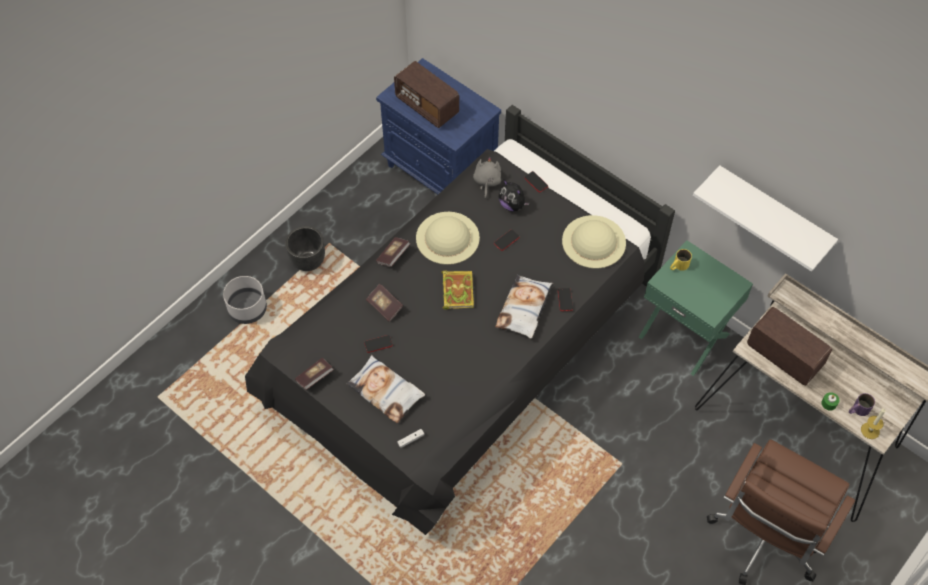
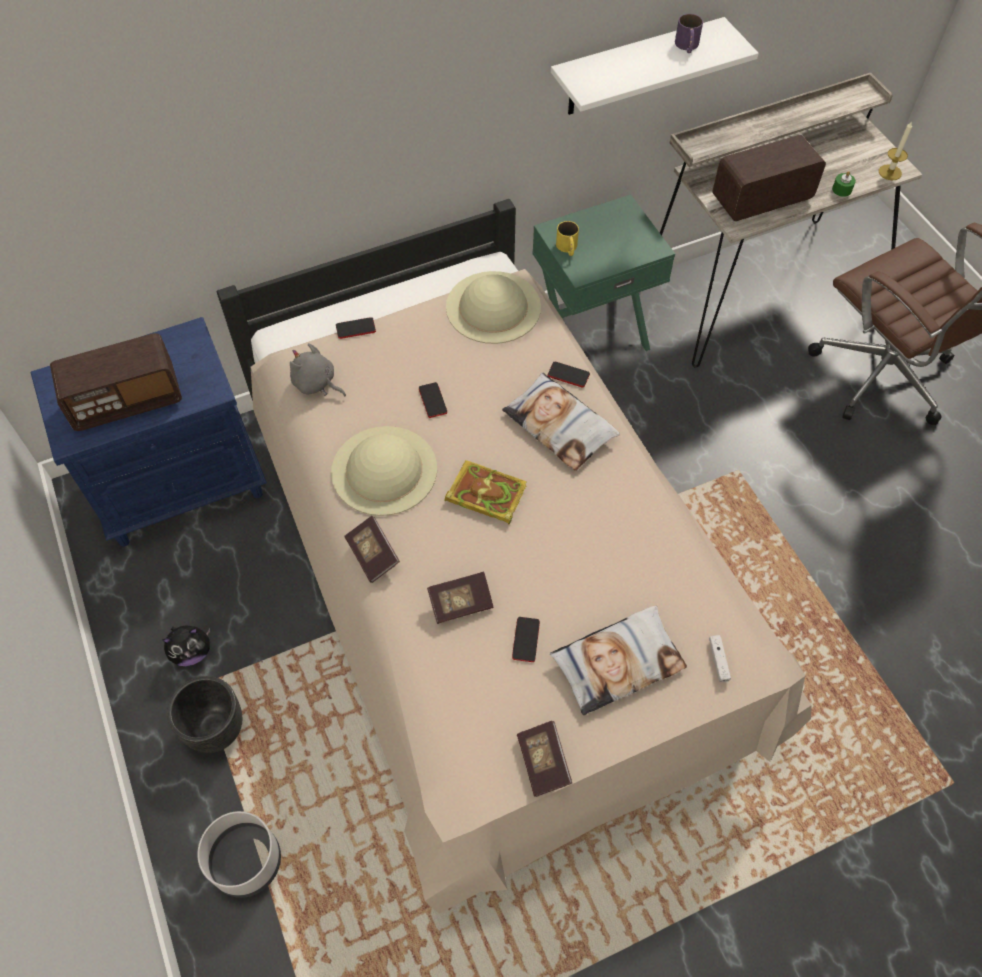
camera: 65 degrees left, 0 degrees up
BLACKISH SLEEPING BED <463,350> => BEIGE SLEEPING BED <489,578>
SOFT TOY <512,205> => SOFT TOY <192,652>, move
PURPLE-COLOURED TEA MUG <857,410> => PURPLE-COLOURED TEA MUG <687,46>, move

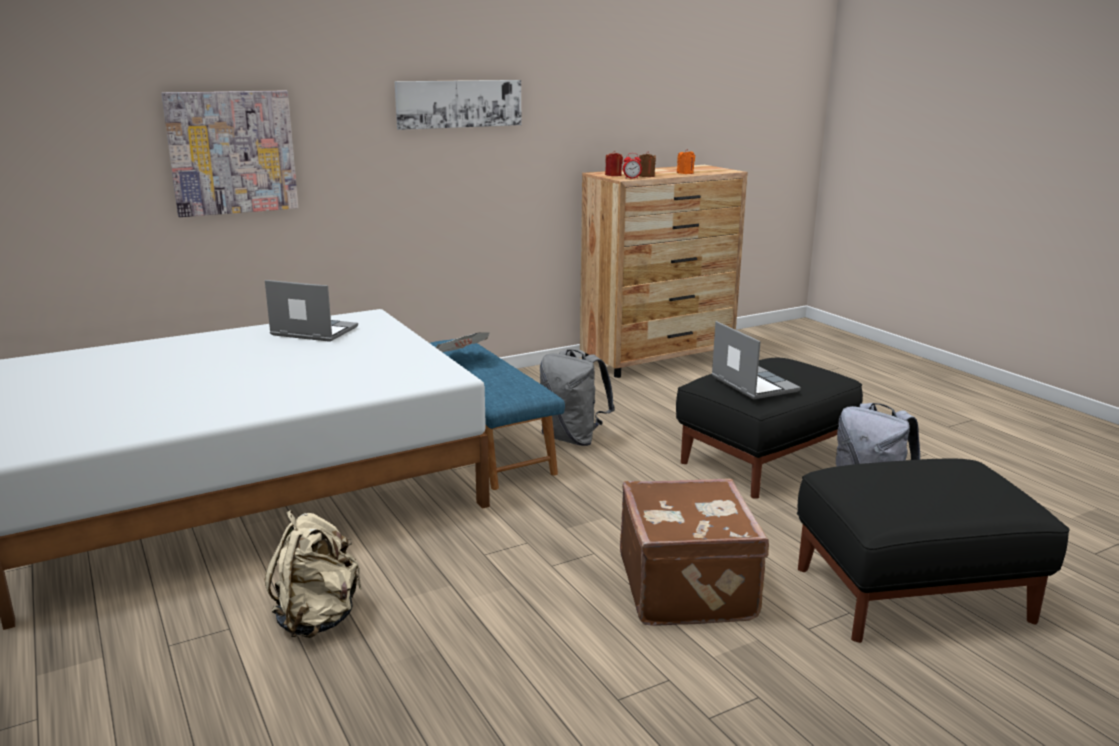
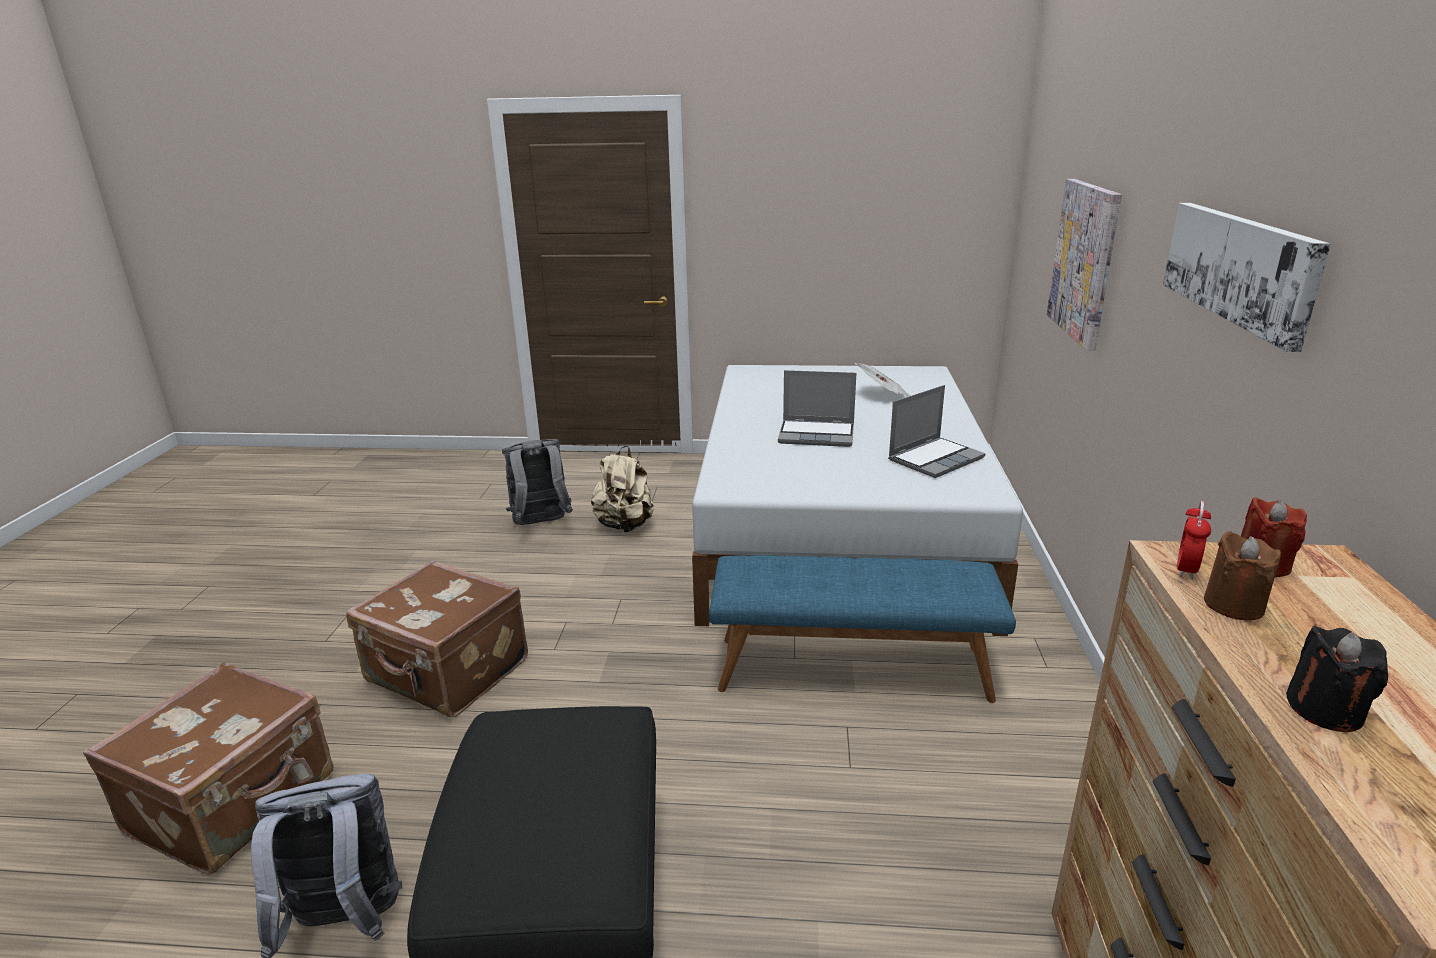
camera: 125 degrees right, 5 degrees up
DAILY PAPER <461,358> => DAILY PAPER <883,395>, move
GRAY BACKPACK <573,438> => GRAY BACKPACK <541,524>, move
ORANGE CANDLE <685,173> => BLACKISH CANDLE <1325,710>
PORTABLE COMPUTER <752,384> => PORTABLE COMPUTER <817,435>, move
BLACKISH OTTOMAN <911,593> => BROWNISH TRAVEL CASE <235,803>

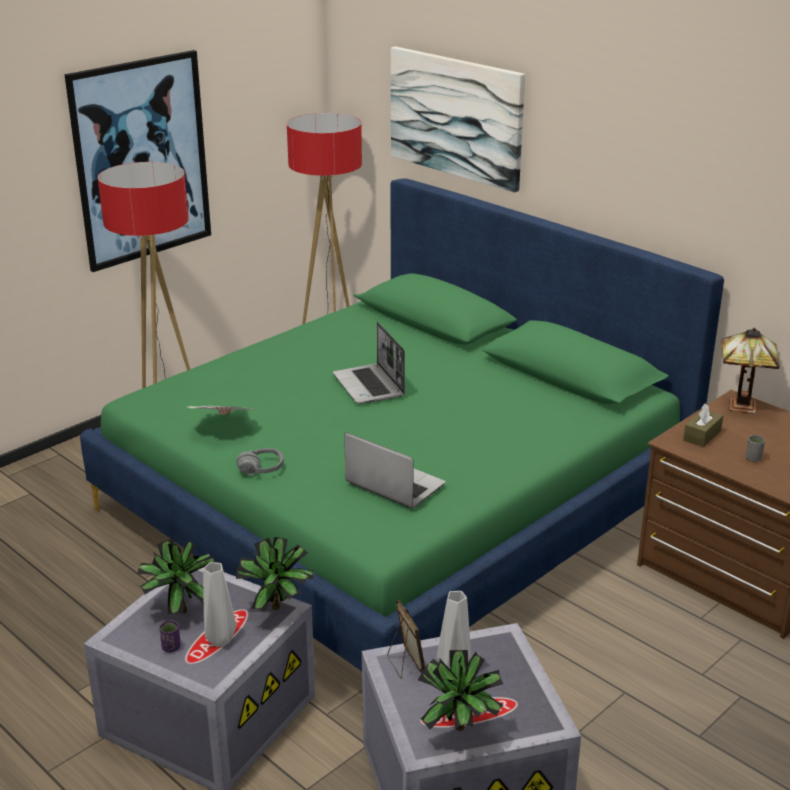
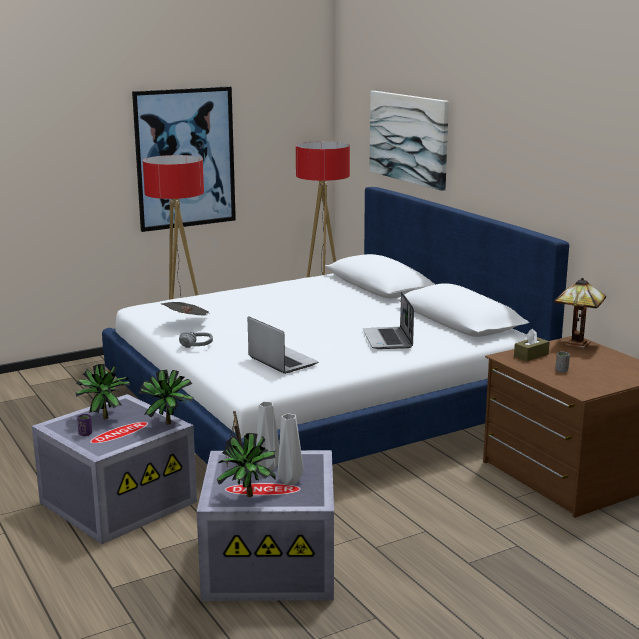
camera: 15 degrees right, 10 degrees down
GREEN-COLOURED SLEEPING BED <395,503> => WHITISH SLEEPING BED <320,408>
GRAY FLOWER VASE <218,641> => GRAY FLOWER VASE <288,482>, move
PORTABLE COMPUTER <369,386> => PORTABLE COMPUTER <388,340>, move

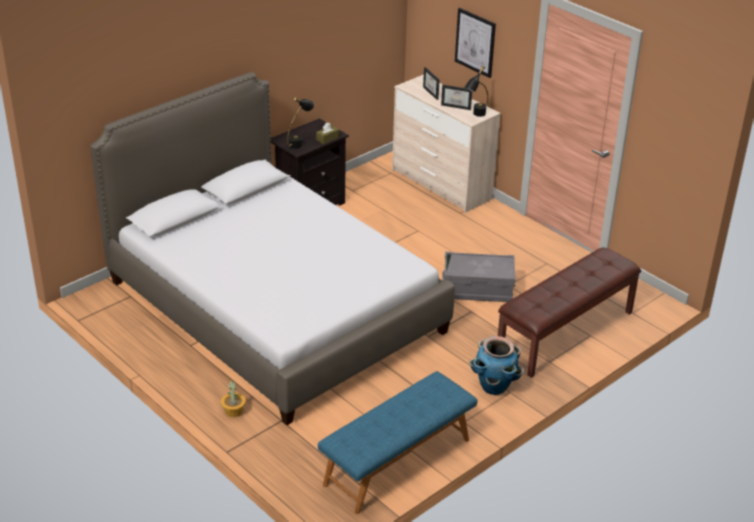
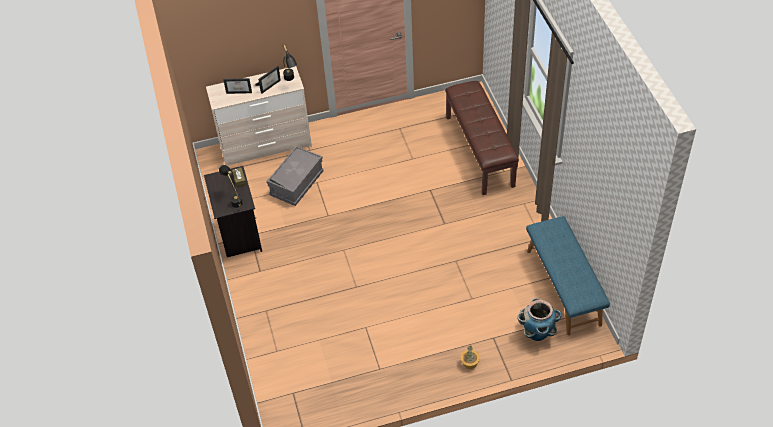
camera: 60 degrees left, 15 degrees up
SLEEPING BED <274,306> => nothing
GRAY STORAGE CONTAINER <477,289> => GRAY STORAGE CONTAINER <297,184>, move
PICTURE <475,42> => nothing
FLOWER POT <494,387> => FLOWER POT <537,333>, move

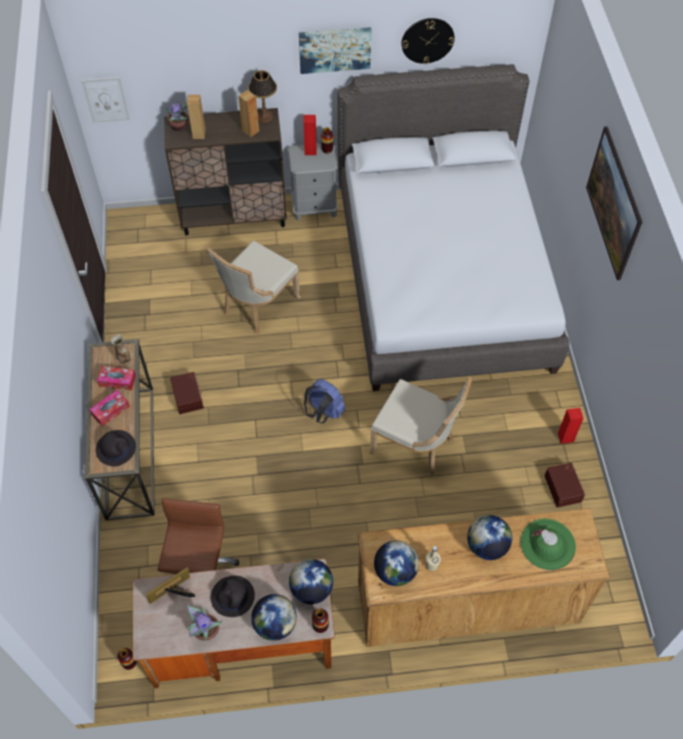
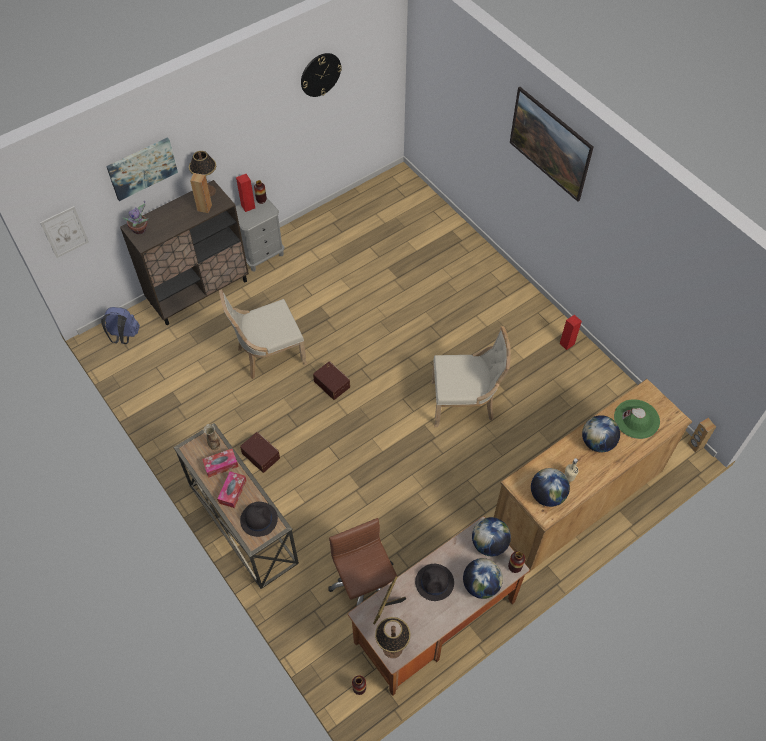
camera: 30 degrees left, 0 degrees up
POTTED PLANT <205,631> => nothing
BROWNISH SPEAKER <199,134> => BROWNISH SPEAKER <695,445>, move
BEIGE UPRIGHT CHAIR <257,306> => BEIGE UPRIGHT CHAIR <268,355>, 60 degrees clockwise
PICTURE <335,49> => PICTURE <142,168>, move
BLUE BACKPACK <323,413> => BLUE BACKPACK <124,336>, move
GRAY SLEEPING BED <441,277> => nothing
BROWNISH STORAGE CONTAINER <563,488> => BROWNISH STORAGE CONTAINER <332,383>, move
nothing => TABLETOP LAMP <392,648>

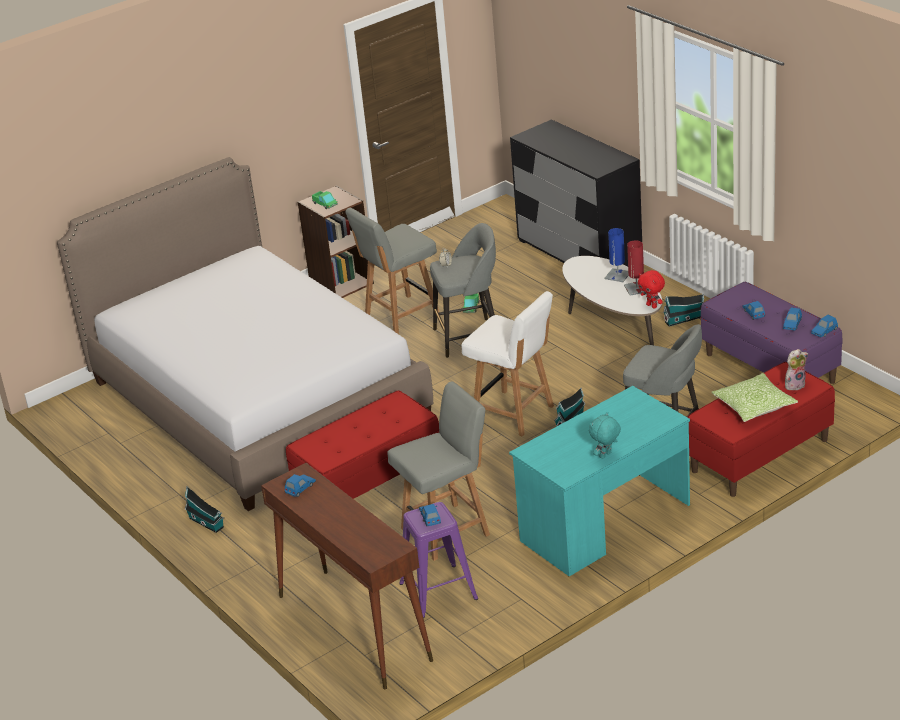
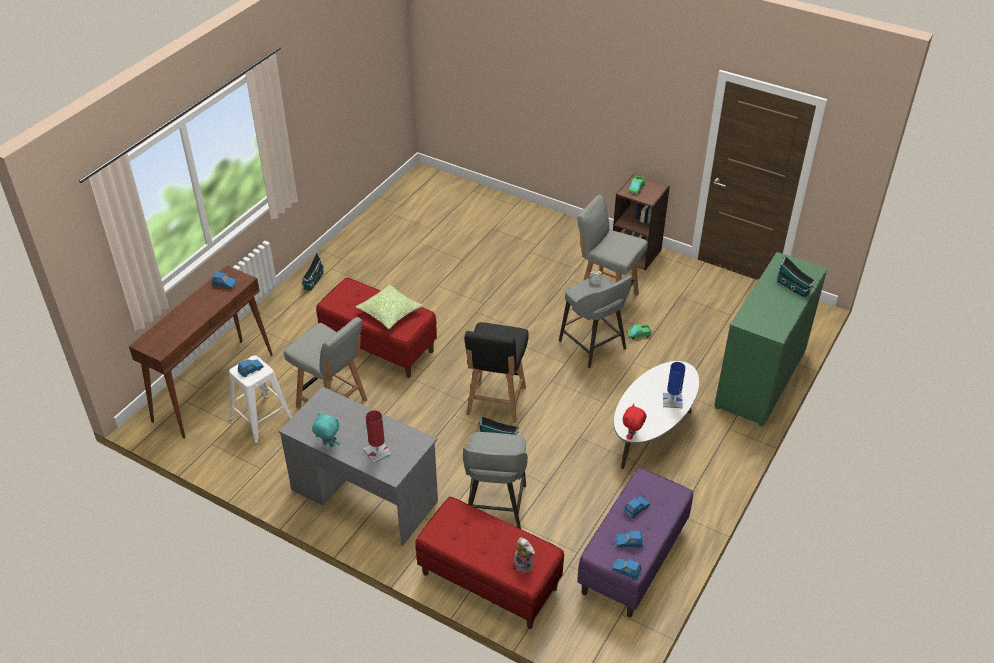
camera: 65 degrees right, 10 degrees up
SLEEPING BED <257,399> => nothing
PURPLE-COLOURED SITTING STOOL <438,591> => WHITISH SITTING STOOL <260,419>
WHITISH UPRIGHT CHAIR <514,414> => BLACKISH UPRIGHT CHAIR <495,402>
BLUE-GREEN DESK <605,523> => GRAY DESK <364,495>
BLACKISH DRAWER CHEST <579,253> => GREEN-COLOURED DRAWER CHEST <760,379>
REDDISH TABLETOP LAMP <636,288> => REDDISH TABLETOP LAMP <377,452>, move
MINIATURE HOUSE <684,319> => MINIATURE HOUSE <794,288>, move
CUSHION <754,406> => CUSHION <389,312>, move

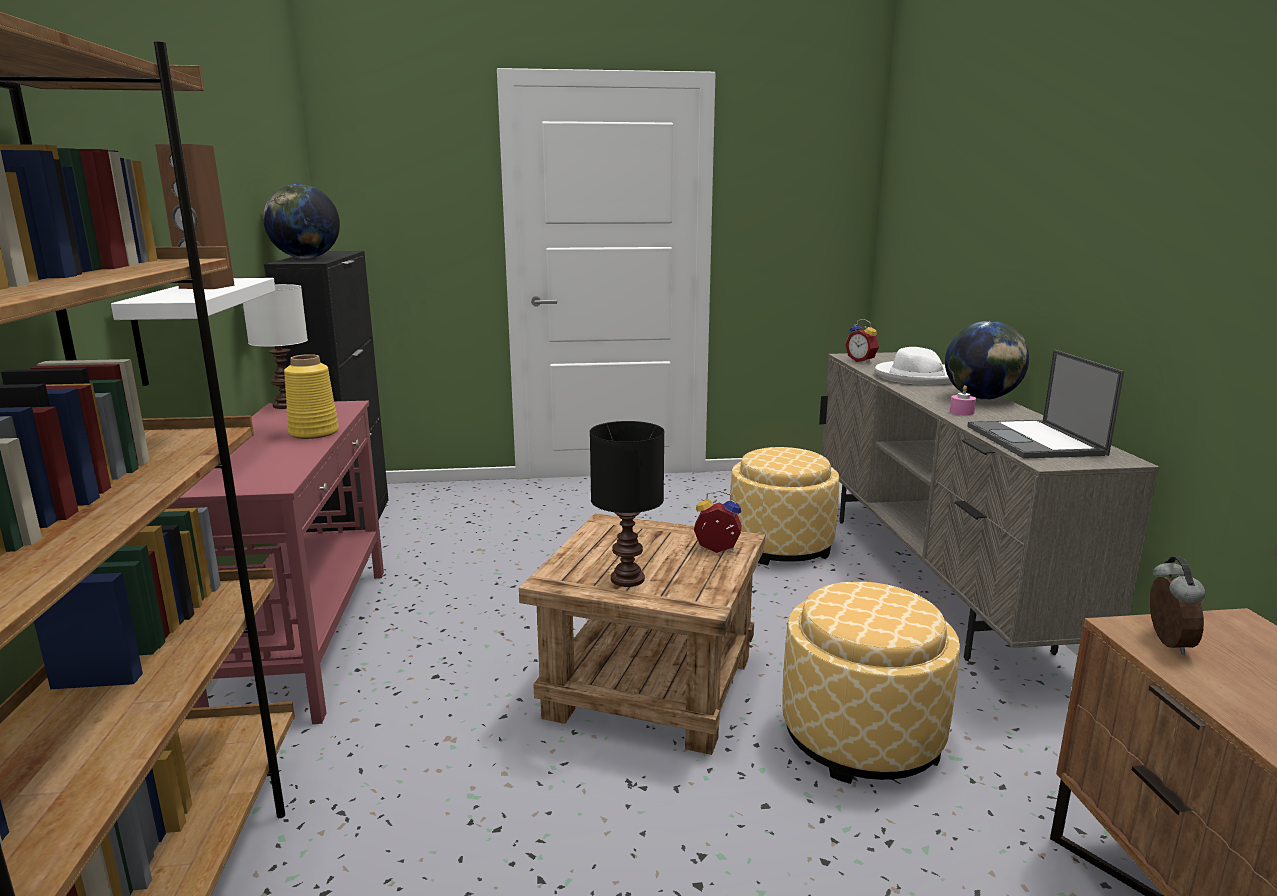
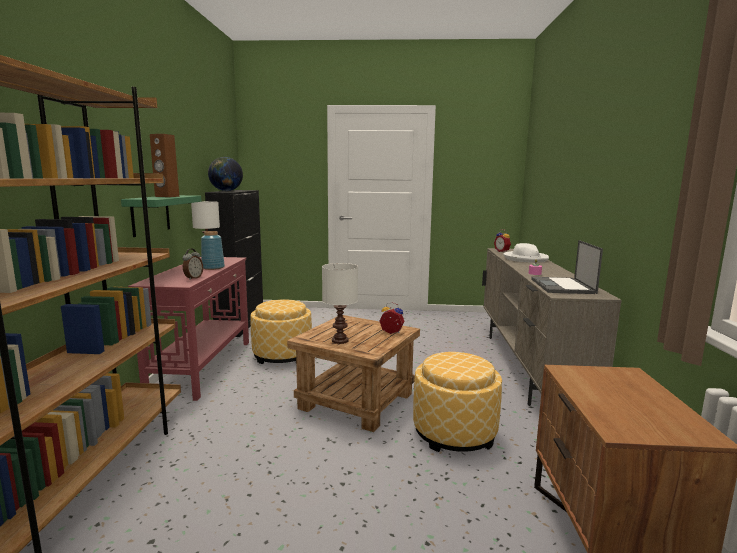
camera: 10 degrees right, 5 degrees down
WHITISH WALL SHELF <170,329> => GREEN-COLOURED WALL SHELF <150,215>
YELLOW-COLOURED FLOWER VASE <313,433> => BLUE FLOWER VASE <213,267>
BLACKISH TABLETOP LAMP <627,580> => WHITISH TABLETOP LAMP <340,341>
OTTOMAN <780,546> => OTTOMAN <282,355>, move
GLOBE <981,398> => nothing
BEDSIDE CLOCK <1165,643> => BEDSIDE CLOCK <193,278>, move

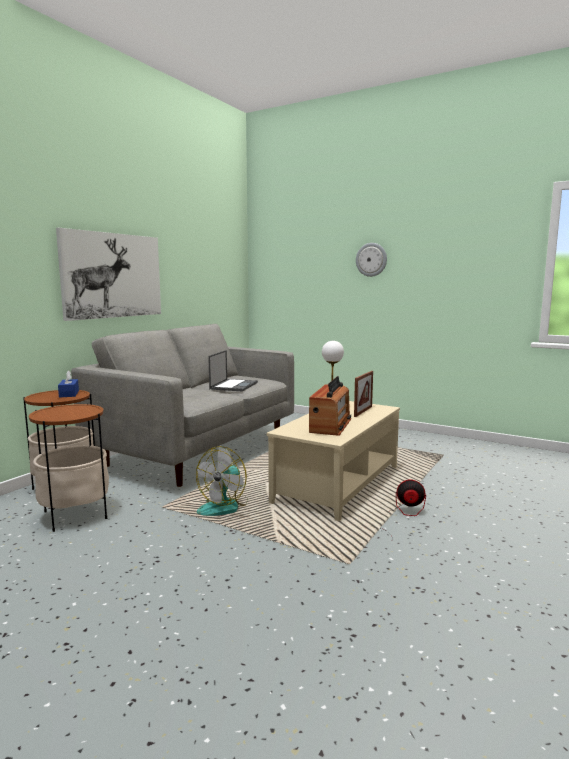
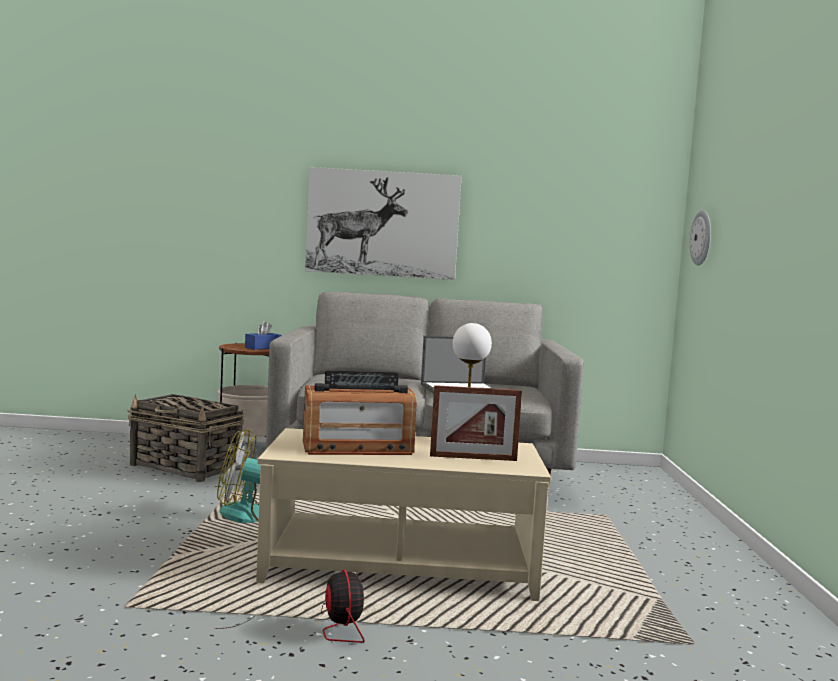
camera: 60 degrees right, 5 degrees down
END TABLE <75,515> => HOUSEHOLD BASKET <186,467>
HANGING CLOCK <371,259> => HANGING CLOCK <702,238>, move

